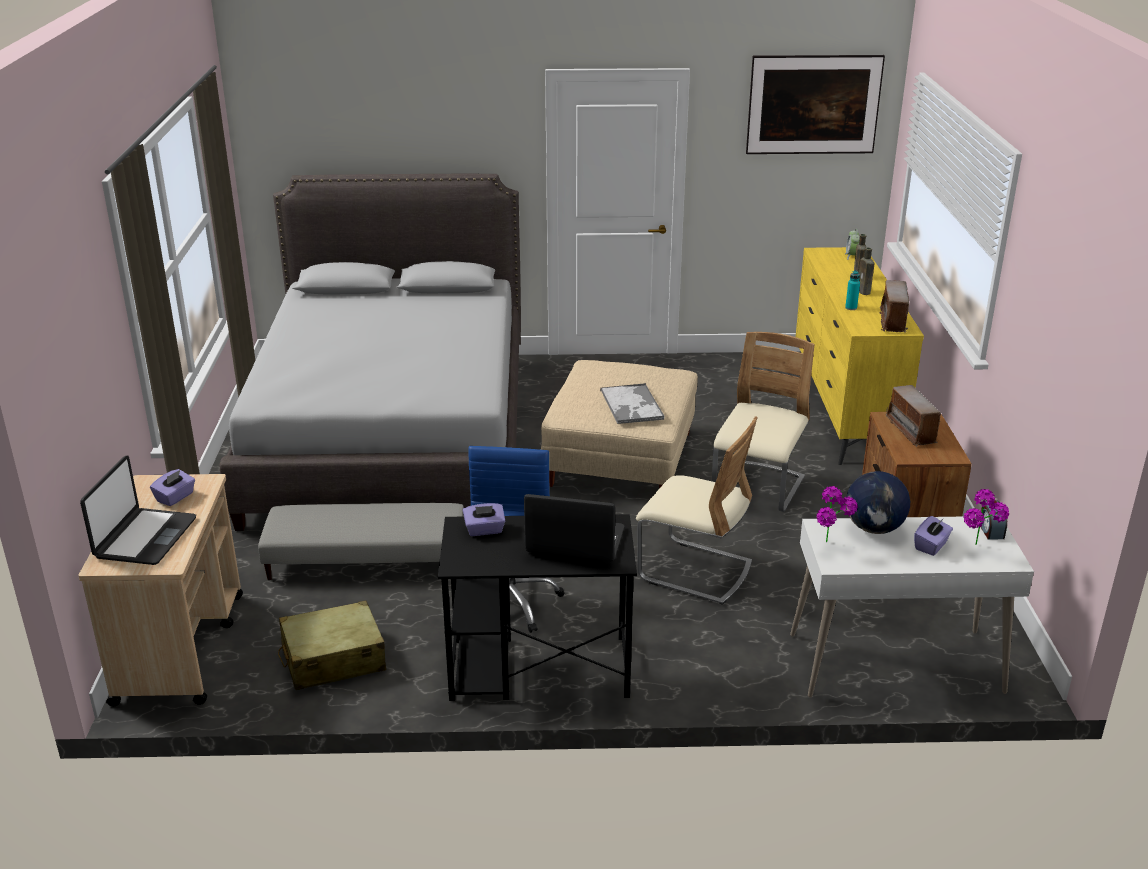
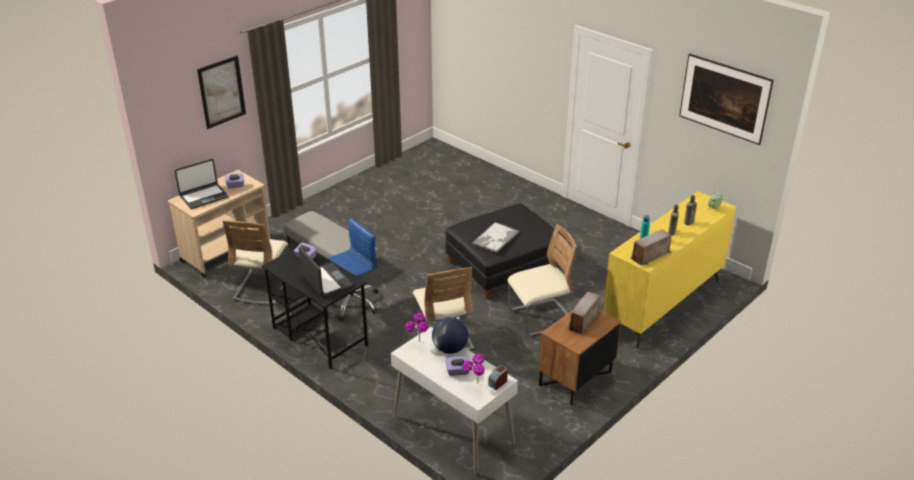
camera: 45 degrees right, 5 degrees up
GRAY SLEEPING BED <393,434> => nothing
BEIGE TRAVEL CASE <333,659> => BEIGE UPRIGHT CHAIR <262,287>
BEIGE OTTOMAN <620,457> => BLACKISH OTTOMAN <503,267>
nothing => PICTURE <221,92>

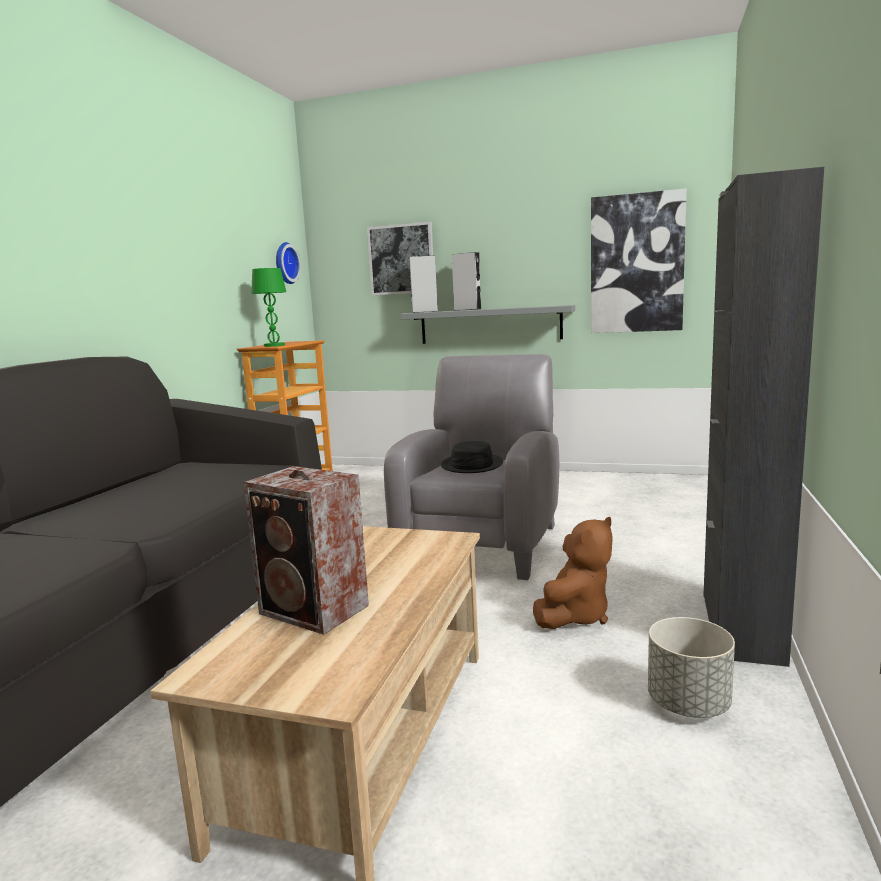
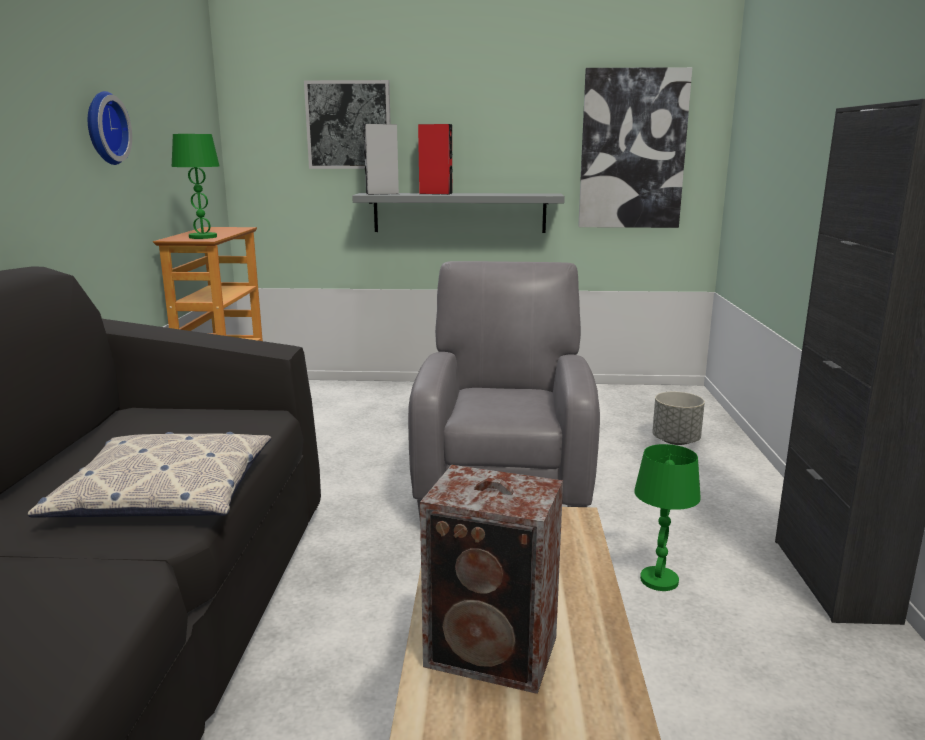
camera: 15 degrees left, 5 degrees up
HANGING CLOCK <284,263> => HANGING CLOCK <103,128>, move
BLACKISH WEARABLE HAT <471,465> => nothing
GRAY SPEAKER <467,309> => REDDISH SPEAKER <435,194>
BROWNISH SOFT TOY <575,616> => GREEN-COLOURED TABLETOP LAMP <659,580>
GRAY FLOWER POT <688,704> => GRAY FLOWER POT <676,441>, move
nothing => CUSHION <166,493>

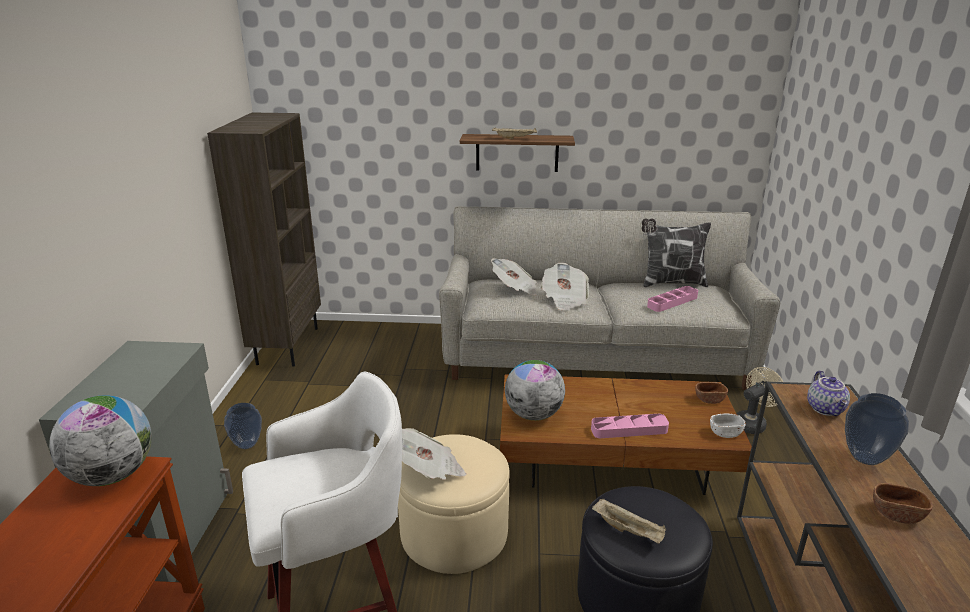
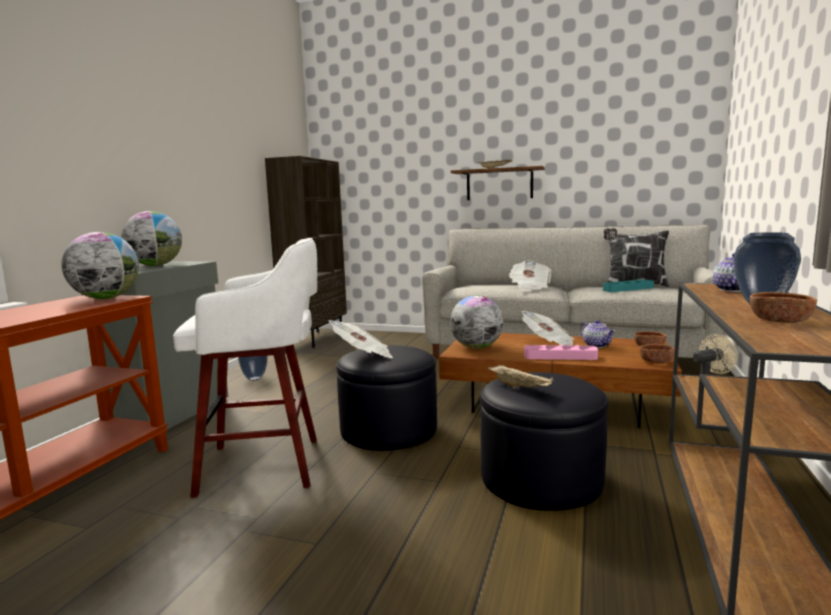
camera: 15 degrees right, 15 degrees down
BEIGE OTTOMAN <454,533> => BLACKISH OTTOMAN <388,430>
DAILY PAPER <515,288> => DAILY PAPER <548,344>, move
PINK TRAY <672,302> => BLUE-GREEN TRAY <628,289>
WHITISH SERVING BOWL <725,433> => BROWNISH SERVING BOWL <656,362>
nothing => GLOBE <155,265>
nothing => POT FOR TEA <597,345>

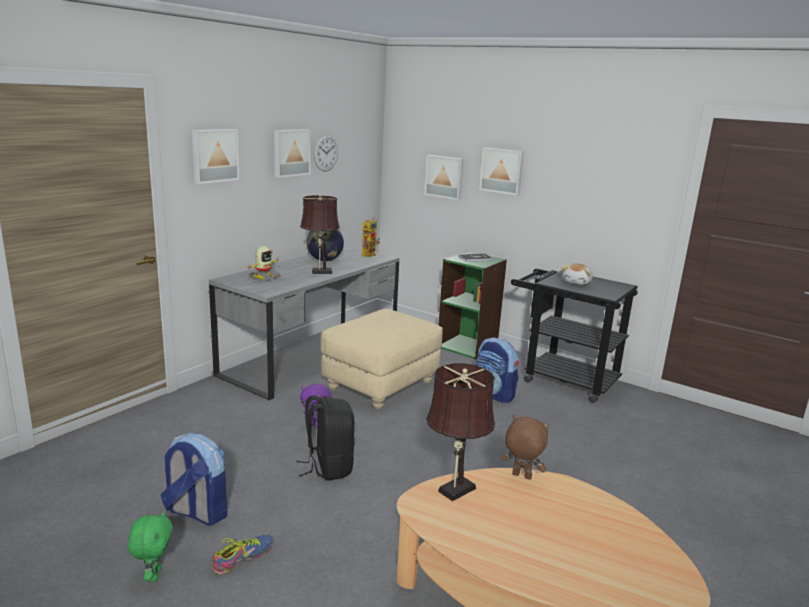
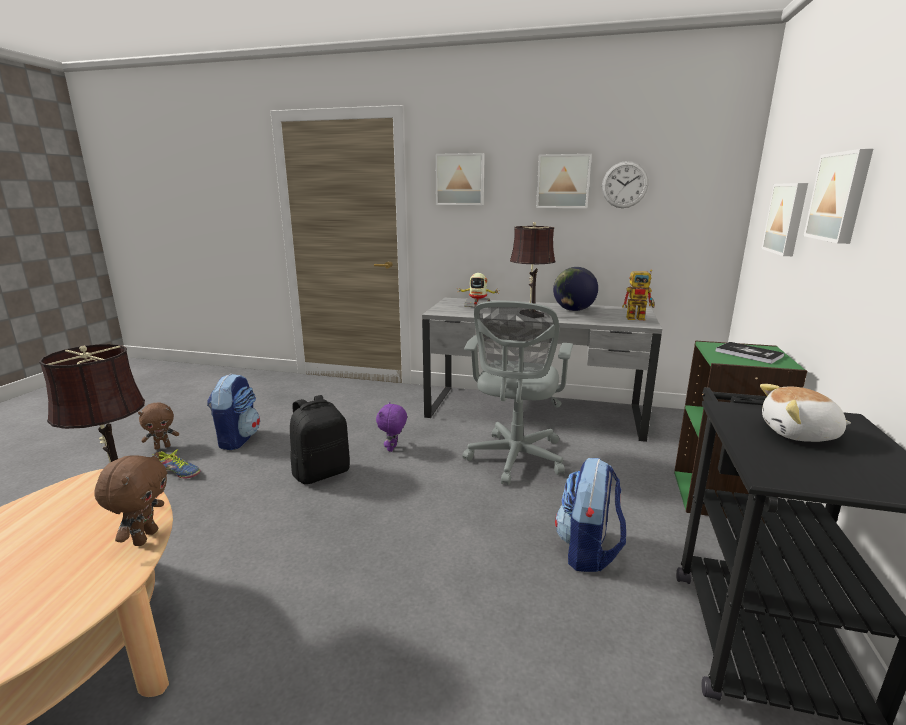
camera: 70 degrees right, 0 degrees up
GREEN-COLOURED SOFT TOY <153,574> => BROWNISH SOFT TOY <163,447>
BEIGE OTTOMAN <380,385> => GRAY OFFICE CHAIR <515,460>

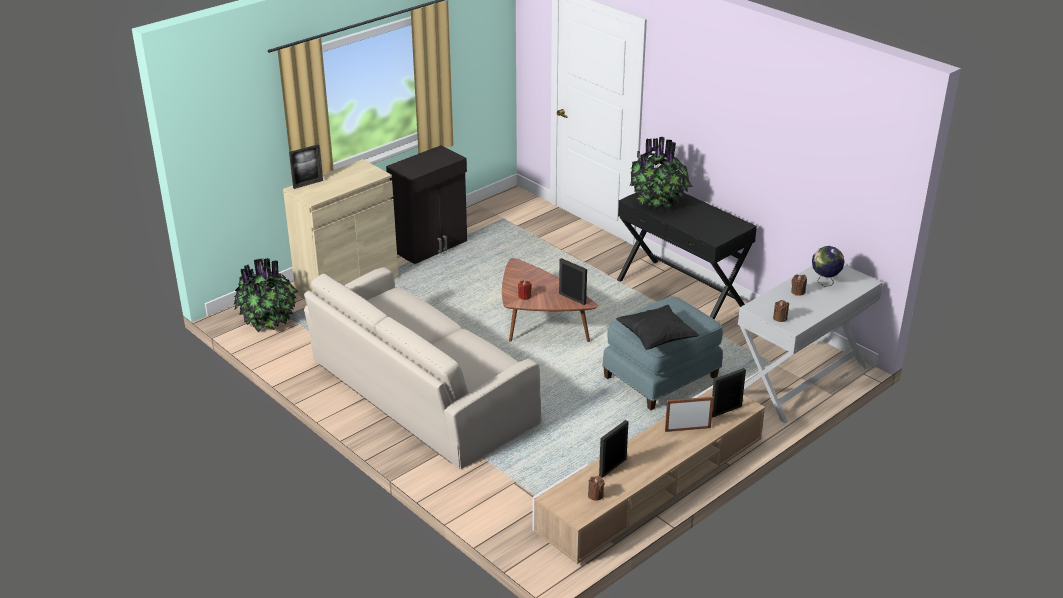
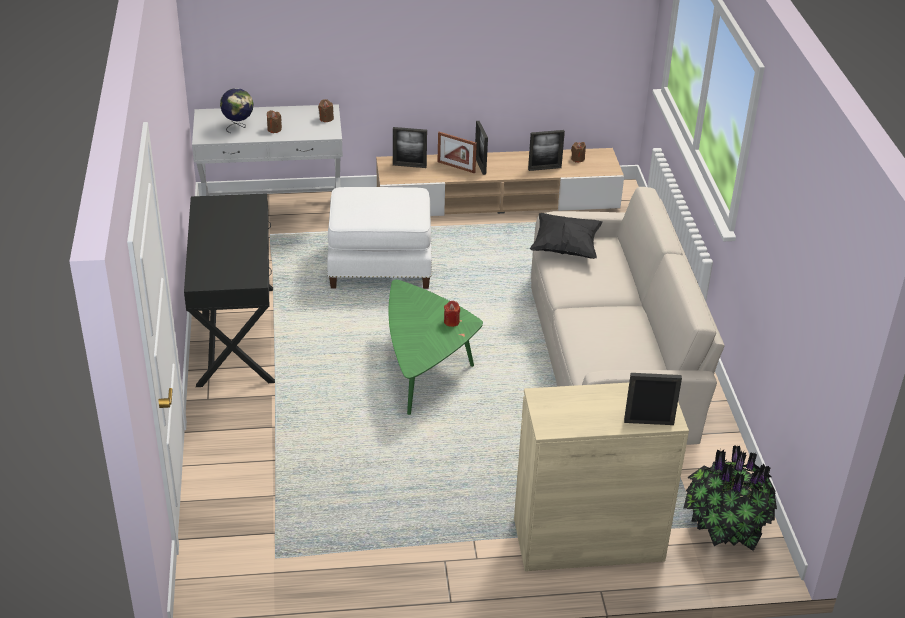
camera: 145 degrees left, 5 degrees up
BLACKISH STORAGE CABINET <431,246> => nothing
BROWNISH LOW TABLE <538,326> => GREEN-COLOURED LOW TABLE <425,368>
PICTURE FRAME <572,298> => PICTURE FRAME <480,165>, move
BLUE OTTOMAN <662,378> => WHITISH OTTOMAN <380,265>
BLACKISH CUSHION <656,338> => BLACKISH CUSHION <565,248>, move
POTTED PLANT <658,203> => nothing

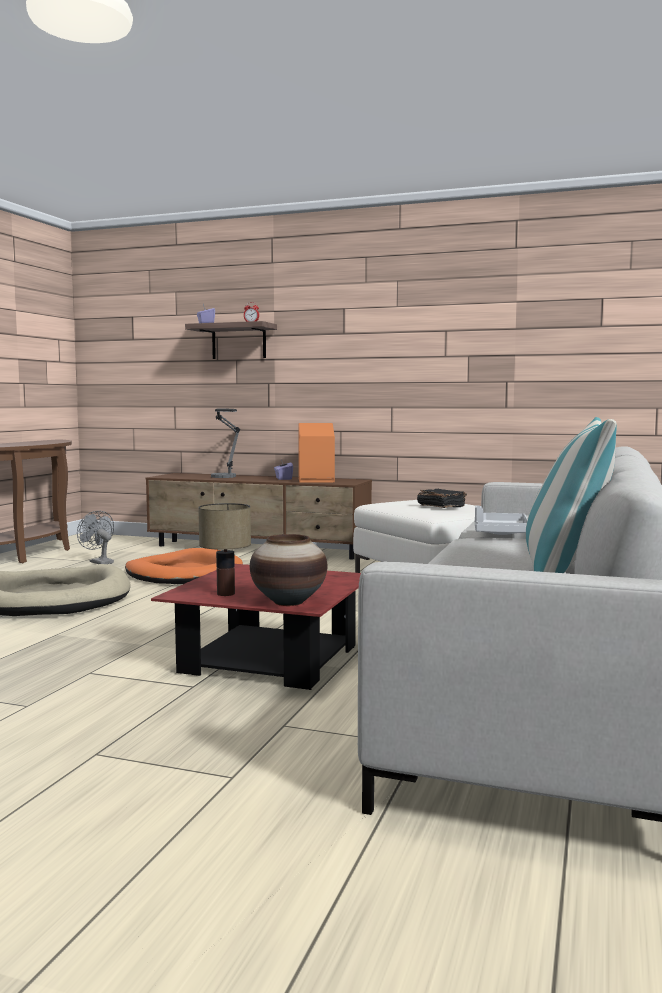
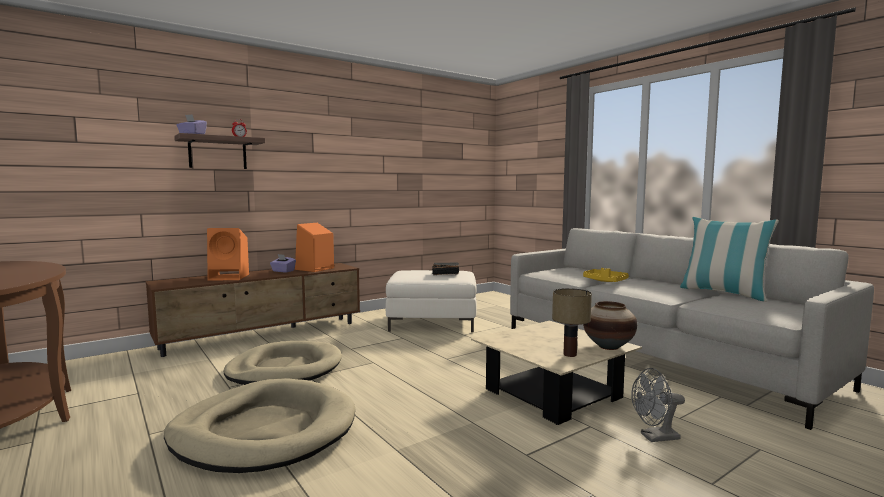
camera: 55 degrees left, 0 degrees up
GRAY ELECTRIC FAN <99,562> => GRAY ELECTRIC FAN <655,437>, move
ORANGE DOG BED <184,573> => BEIGE DOG BED <285,369>
REDDISH LOW TABLE <270,659> => BEIGE LOW TABLE <552,394>
TABLETOP LAMP <225,477> => ORANGE SPEAKER <230,277>
GRAY TRAY <500,533> => YELLOW-COLOURED TRAY <604,281>

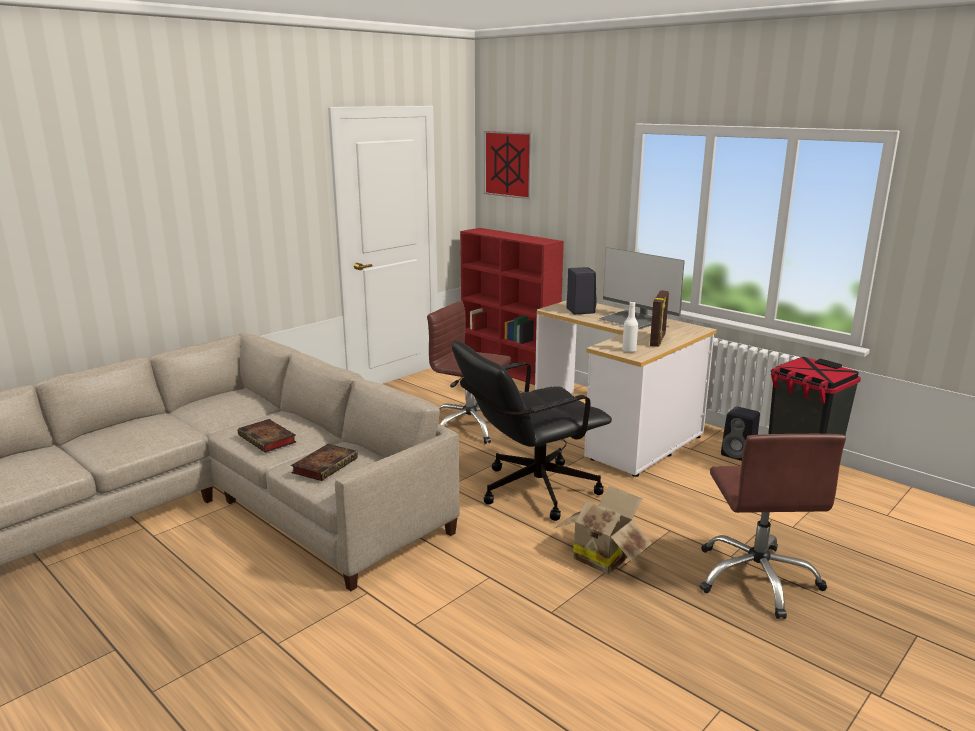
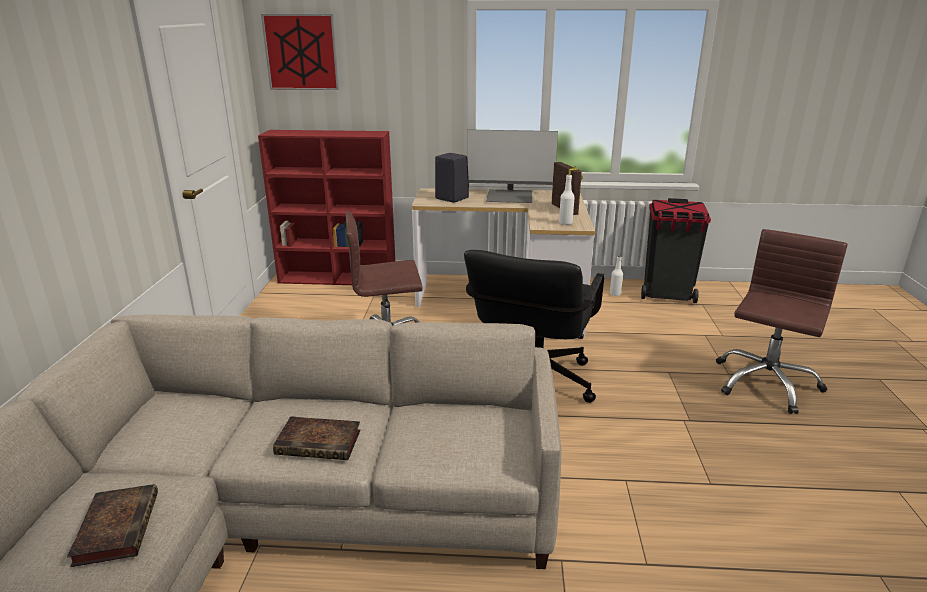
camera: 40 degrees left, 5 degrees up
BOOK <325,465> => BOOK <117,527>, move
CARTON <602,556> => nothing
BROWNISH OFFICE CHAIR <757,578> => BROWNISH OFFICE CHAIR <765,383>, 105 degrees counterclockwise
BLACKISH SPEAKER <739,454> => WHITISH BOTTLE <615,294>

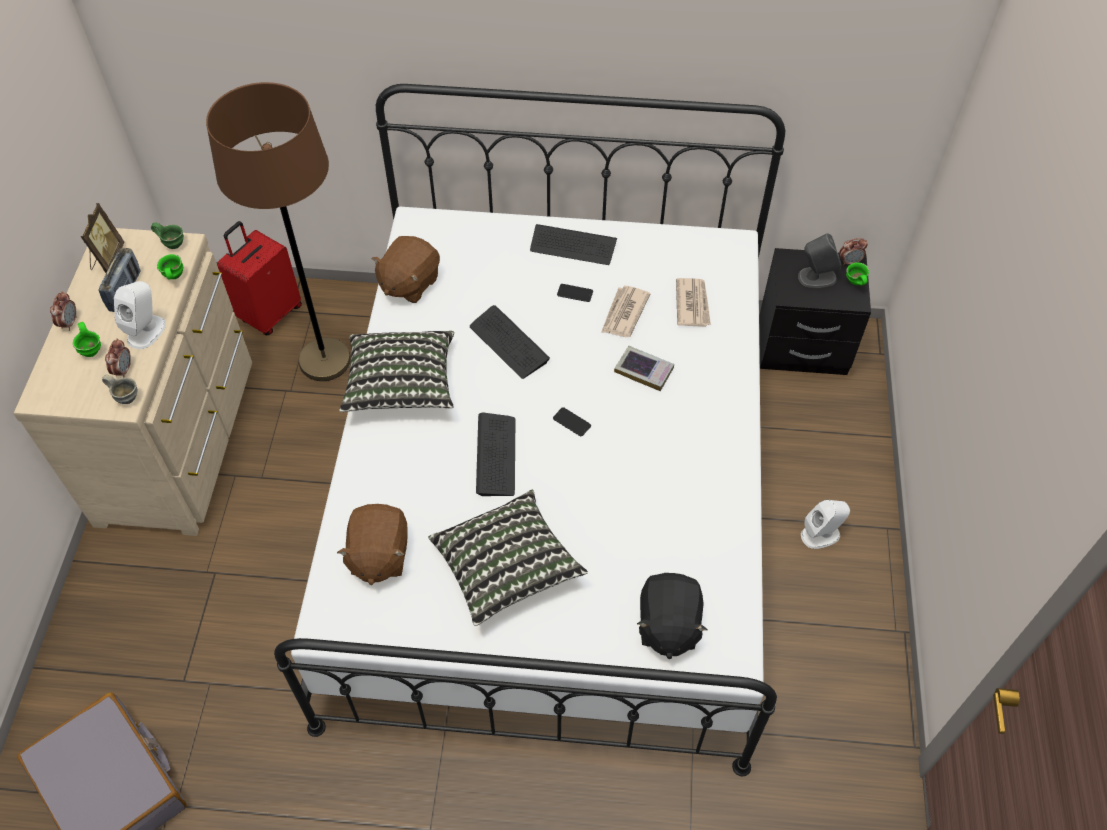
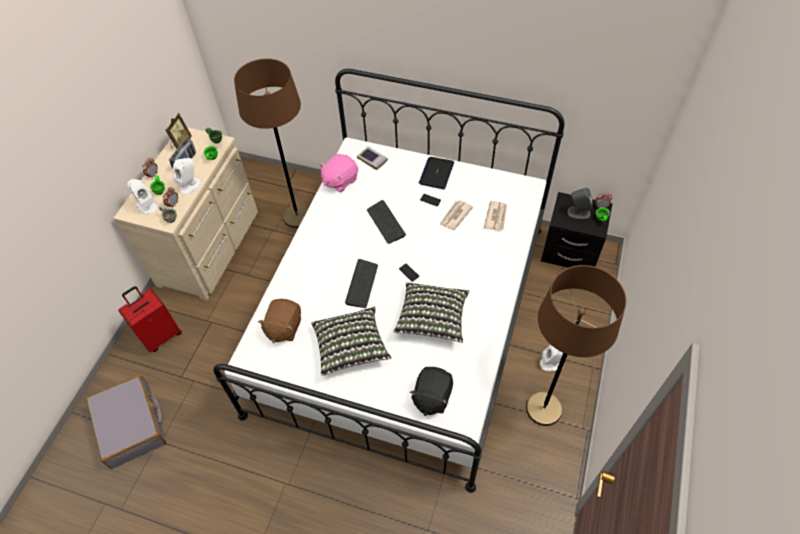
camera: 15 degrees right, 0 degrees up
REDDISH TRAVEL CASE <270,313> => REDDISH TRAVEL CASE <161,335>, move
CUSHION <401,385> => CUSHION <432,318>, move
BROWNISH SOFT TOY <409,283> => PINK SOFT TOY <340,180>
PC KEYBOARD <573,246> => PORTABLE COMPUTER <436,173>
BOOK <644,370> => BOOK <372,159>, move
nothing => WHITISH SPEAKER <147,206>
nothing => BROWNISH FLOOR LAMP <543,409>

